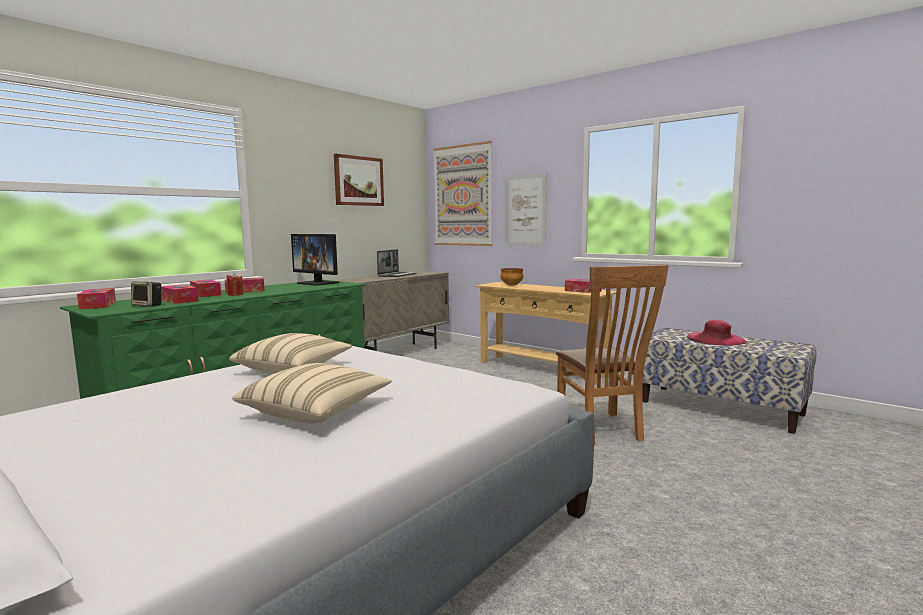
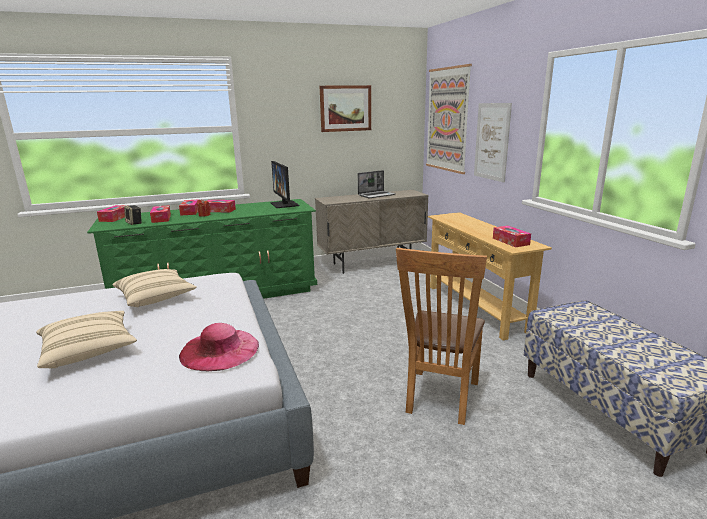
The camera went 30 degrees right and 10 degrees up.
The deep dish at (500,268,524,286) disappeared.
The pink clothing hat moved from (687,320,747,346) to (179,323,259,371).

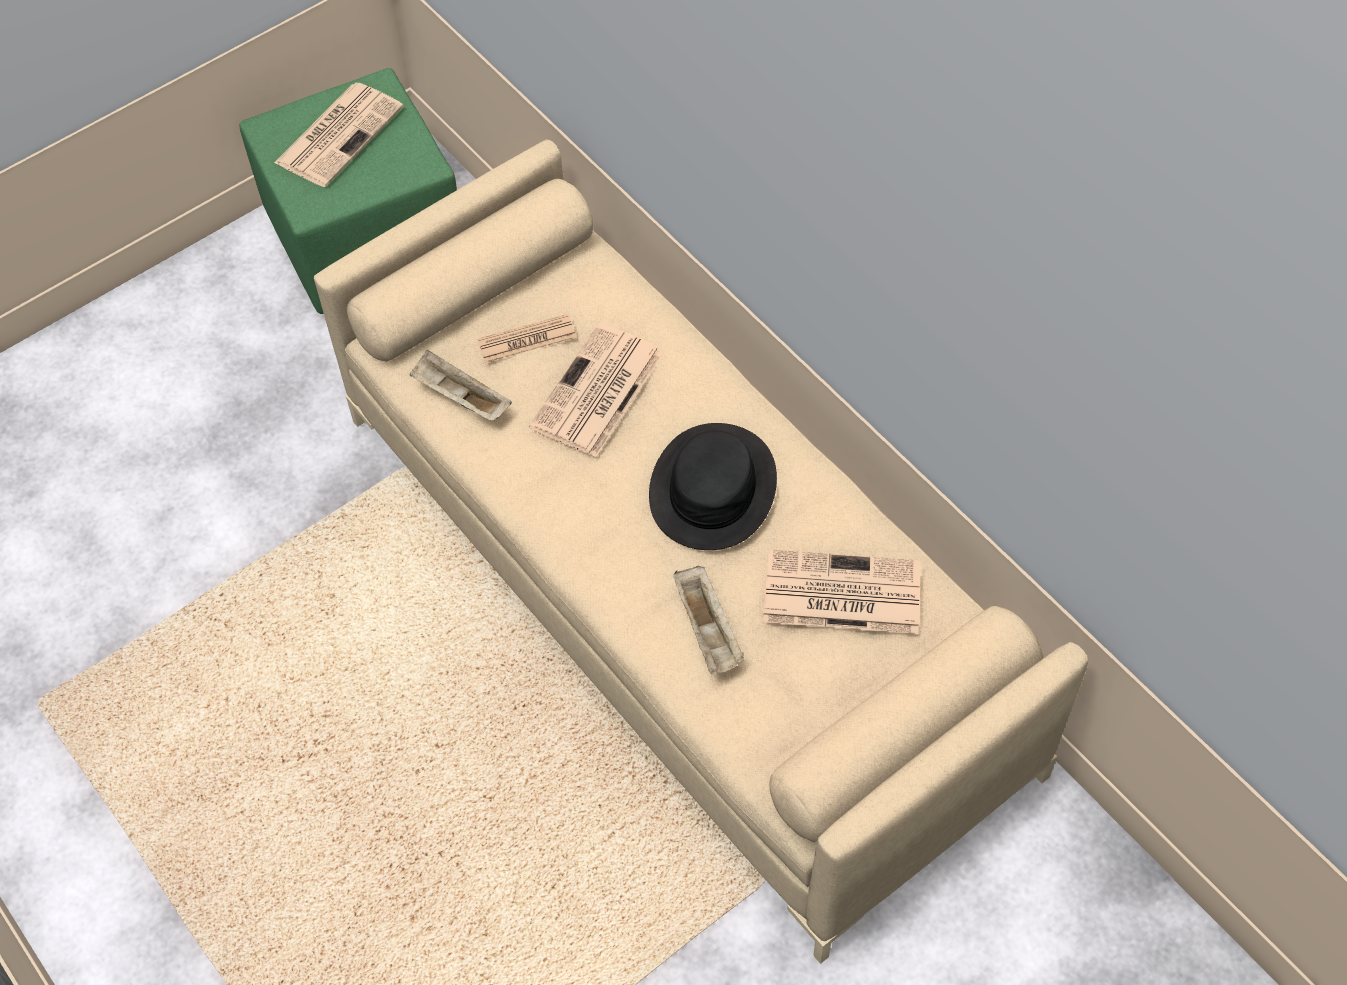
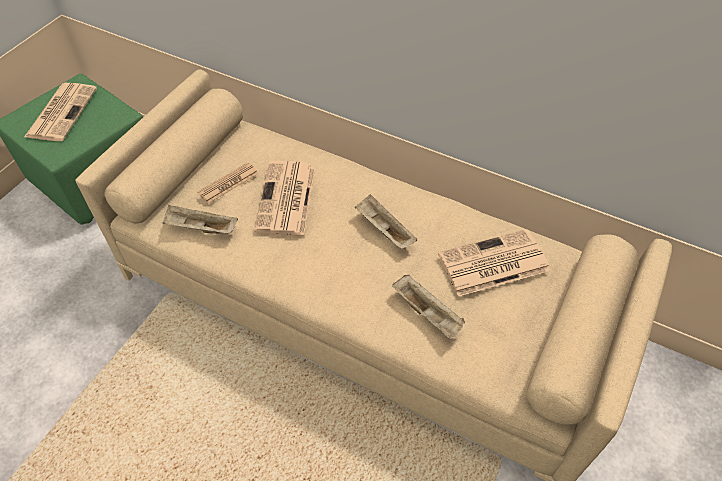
The camera went 25 degrees left and 5 degrees down.
The black clothing hat at (649,423,777,550) was replaced by the beige-coloured serving tray at (355,194,417,249).

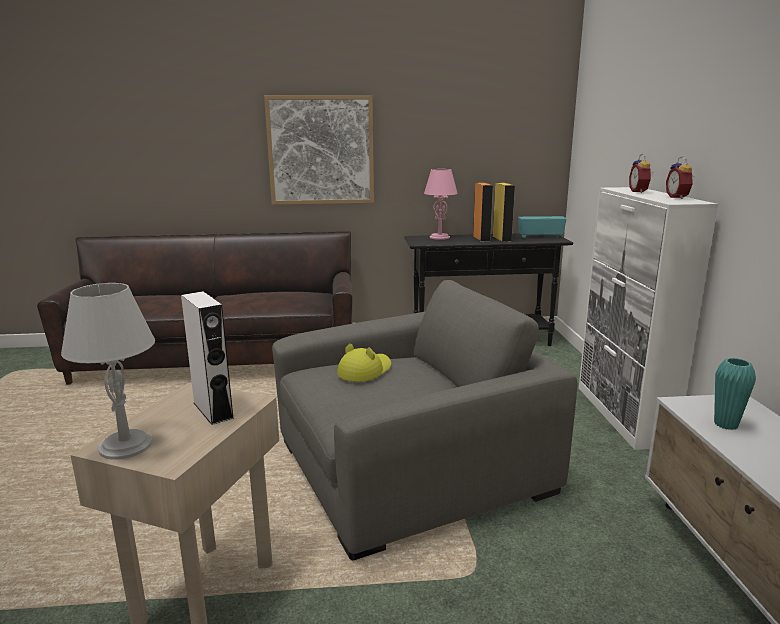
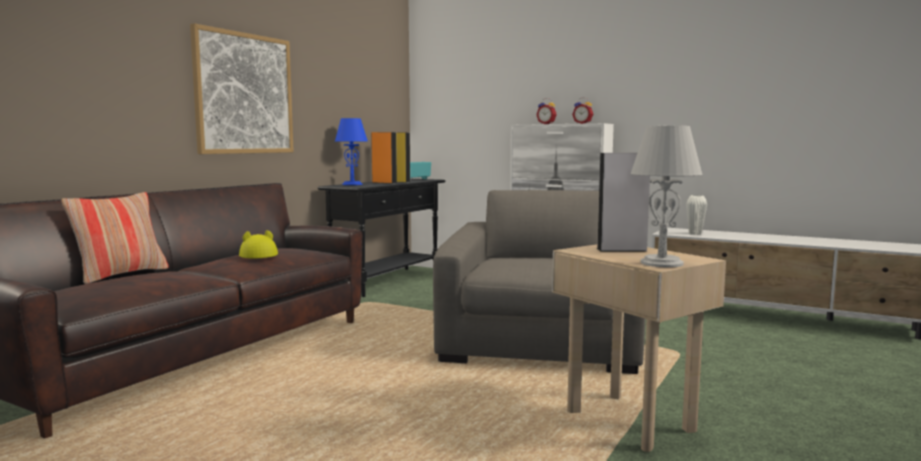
The camera went 55 degrees left and 10 degrees down.
The pink table lamp at (424,169,458,240) became the blue-coloured table lamp at (335,118,368,185).
The yellow-coloured clothing hat moved from (337,344,391,382) to (239,230,278,258).
The blue-green flower vase at (714,358,756,430) became the whitish flower vase at (686,195,707,235).
The cushion at (61,192,169,284) appeared.

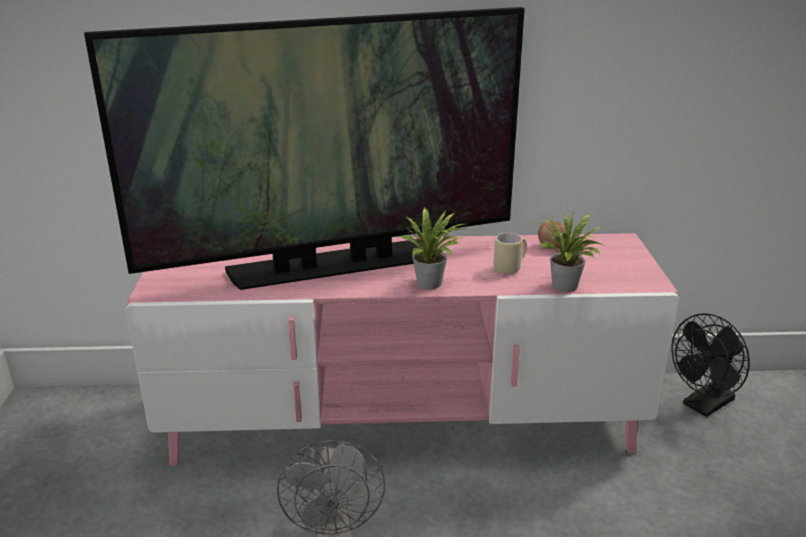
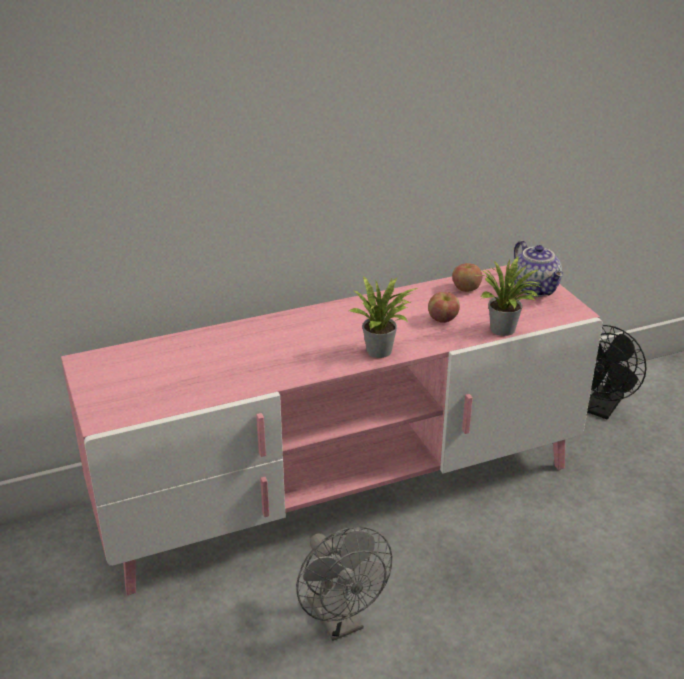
The camera went 20 degrees left and 5 degrees up.
The television at (84,7,525,290) disappeared.
The beige-coloured coffee mug at (493,233,527,274) was replaced by the apple at (428,292,460,323).
The pot for tea at (514,240,563,297) appeared.

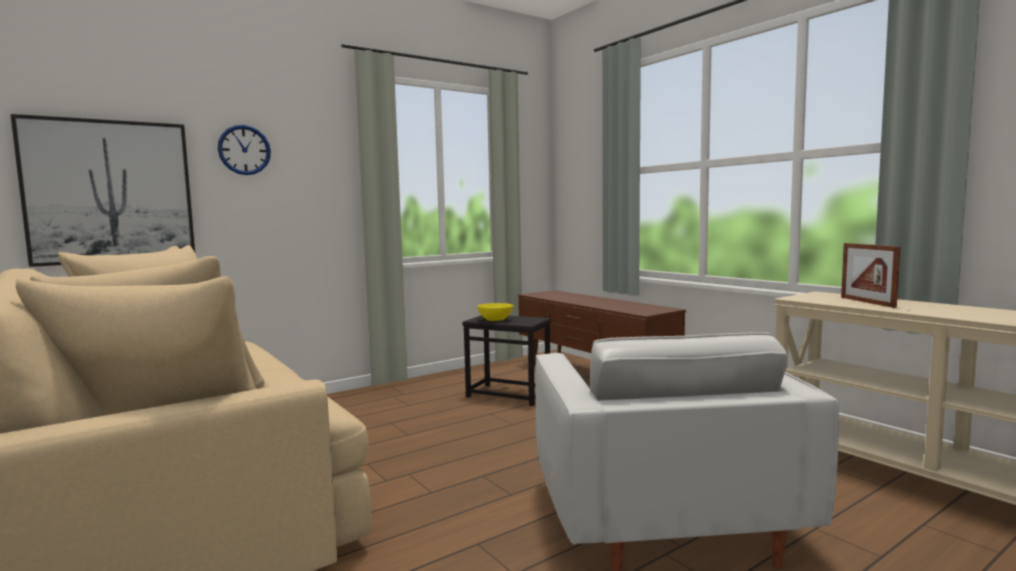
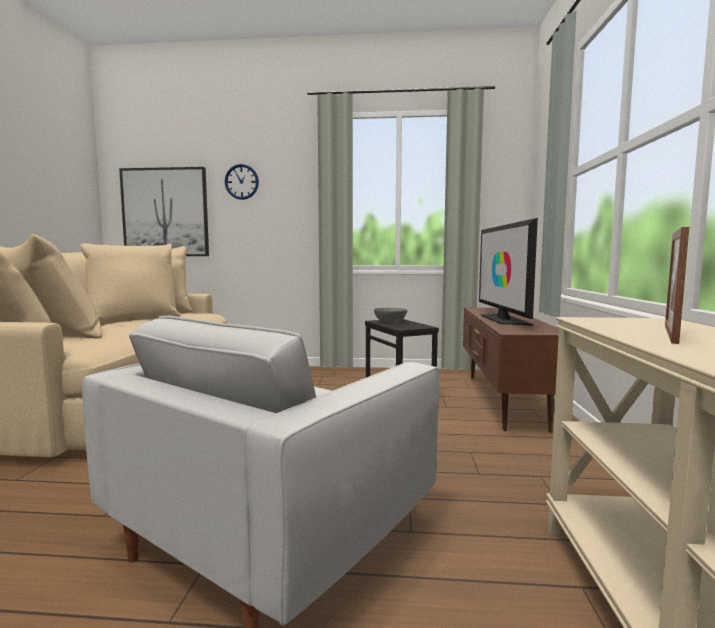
The camera went 40 degrees right and 0 degrees up.
The yellow-coloured deep dish at (477,303,514,321) became the gray deep dish at (374,308,408,323).
The television at (479,218,538,326) appeared.

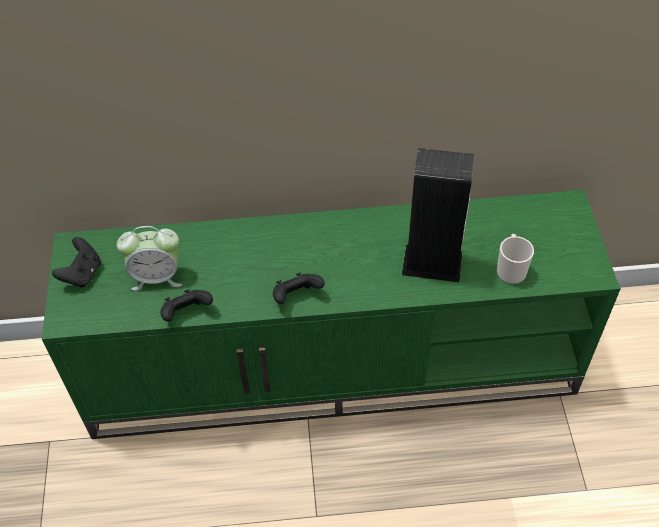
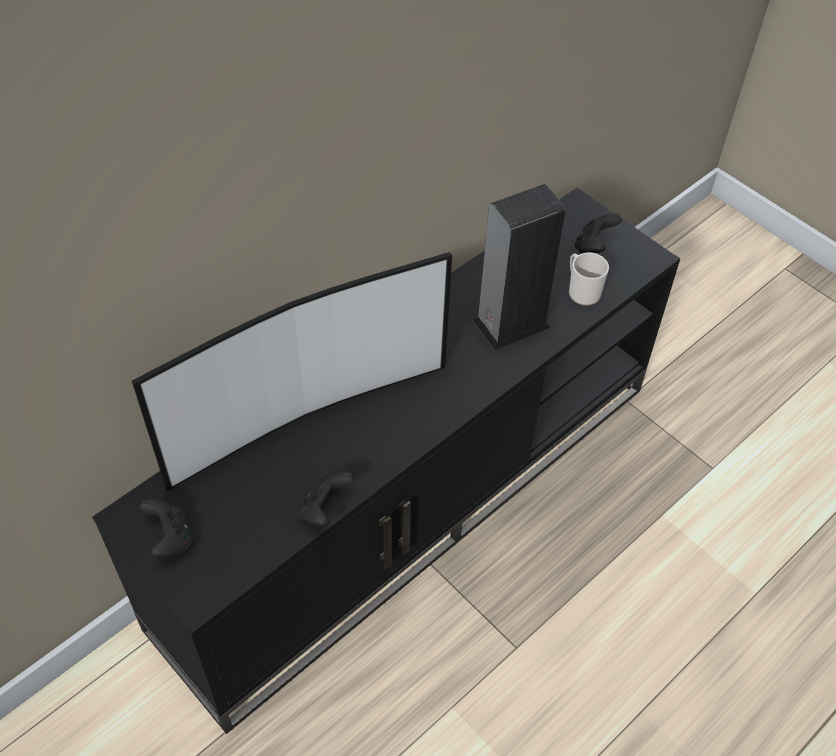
The camera went 40 degrees left and 0 degrees up.
The green-coloured media console at (42,190,621,439) became the black media console at (92,188,680,734).
The bedside clock at (117,226,182,291) disappeared.
The black gamepad moved from (273,273,325,304) to (575,213,621,254).
The television at (132,252,452,491) appeared.

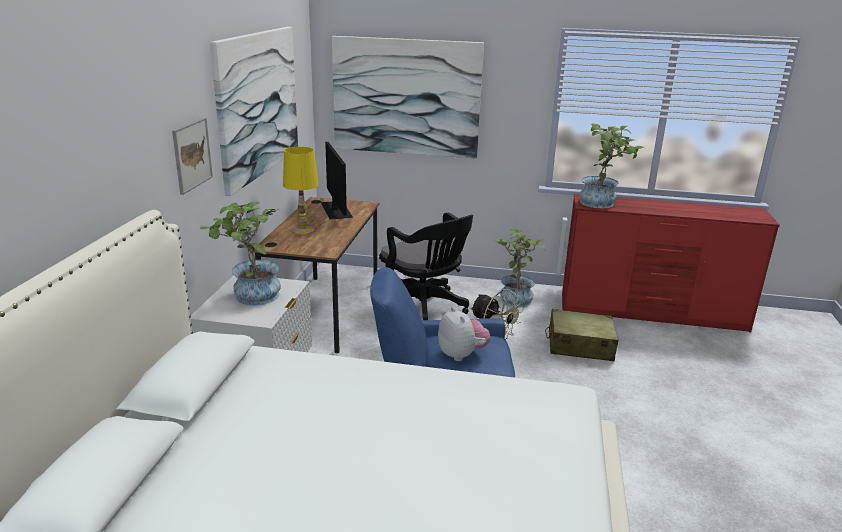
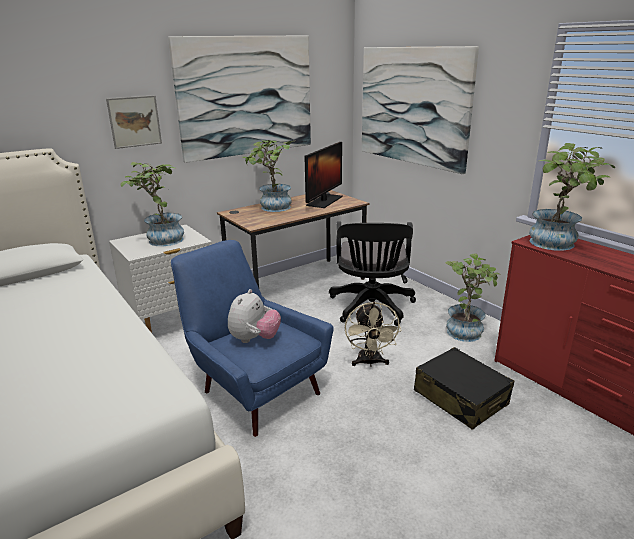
The camera went 45 degrees right and 0 degrees up.
The yellow-coloured table lamp at (283,147,319,235) was replaced by the plant in a pot at (242,140,293,212).
The beige-coloured piece of luggage at (545,309,619,361) became the black piece of luggage at (414,347,514,430).

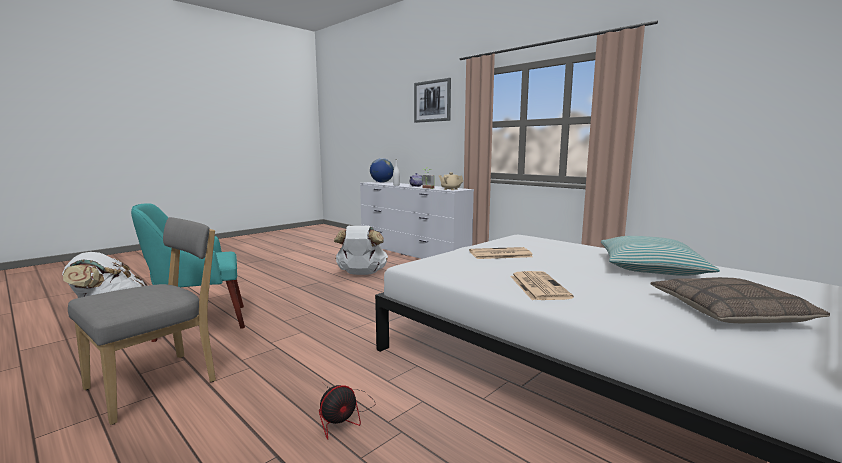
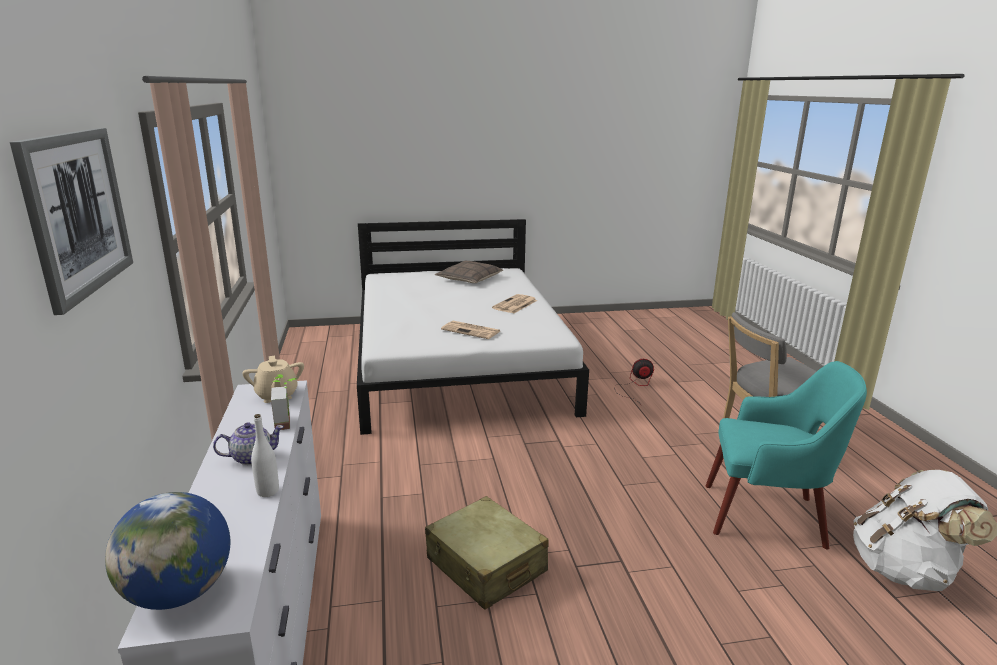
The camera went 145 degrees left and 10 degrees up.
The whitish backpack at (334,226,388,275) was replaced by the beige-coloured piece of luggage at (425,496,549,610).
The cushion at (601,236,720,276) disappeared.

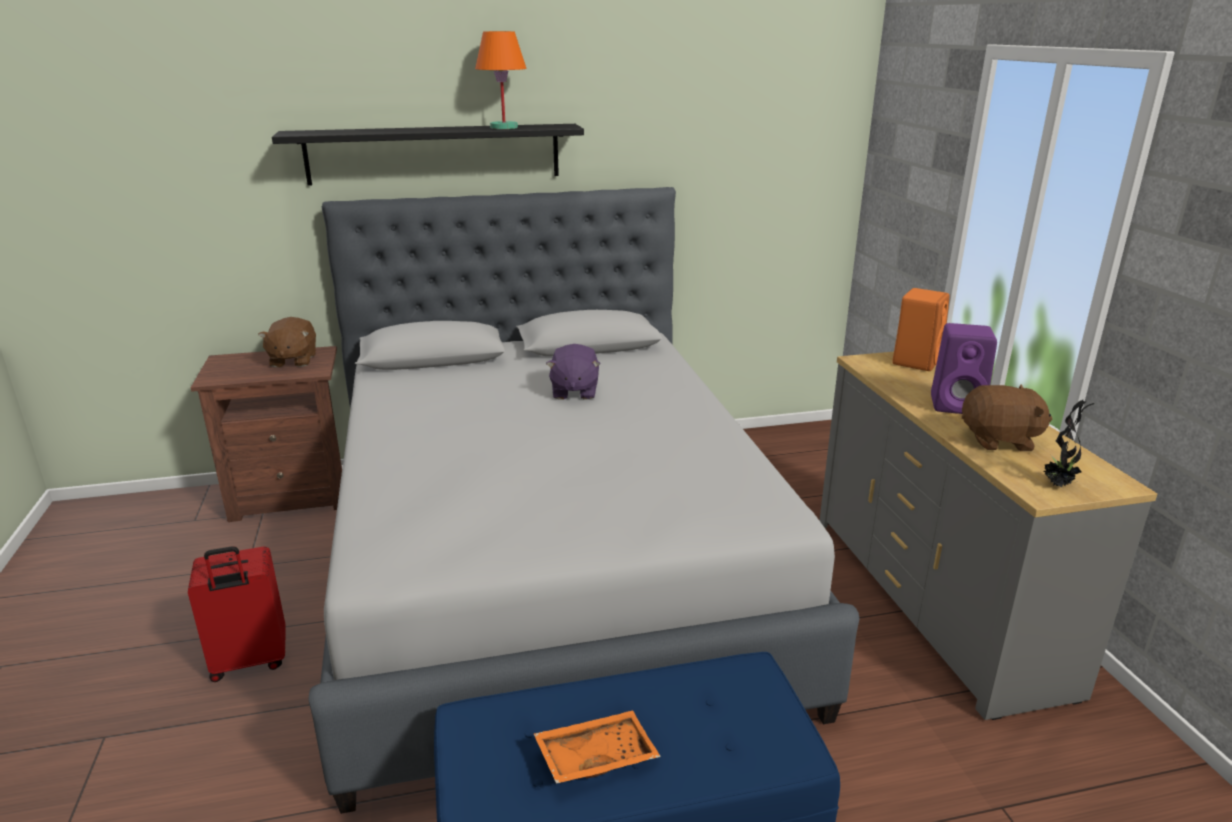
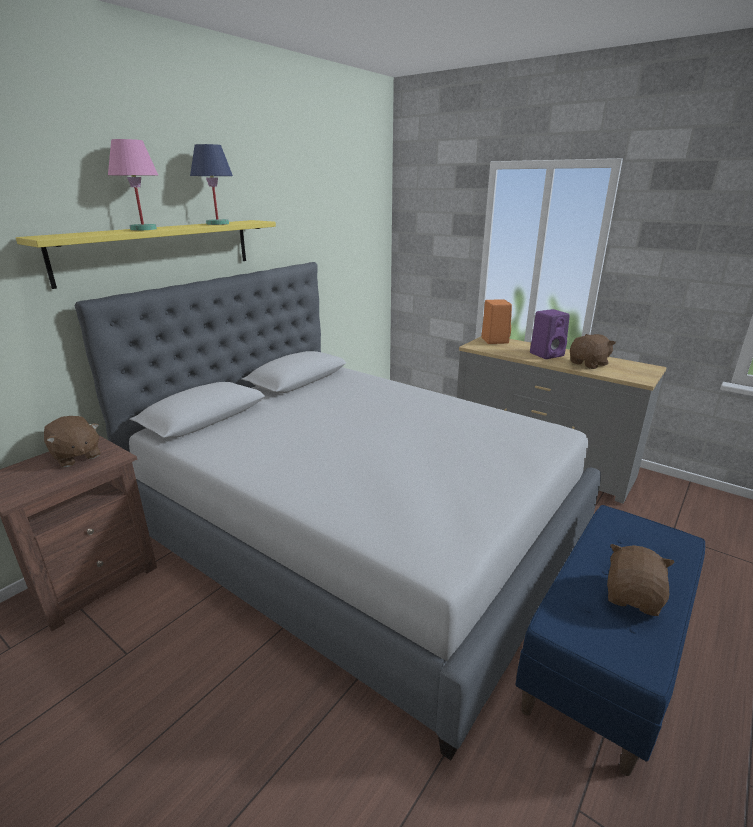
The camera went 40 degrees left and 0 degrees up.
The orange table lamp at (475,31,527,129) became the blue-coloured table lamp at (190,144,233,225).
The black shelf at (272,124,584,186) became the yellow-coloured shelf at (16,220,276,289).
The purple-coloured plush toy at (546,344,601,399) disappeared.
The plant in a pot at (1044,400,1094,487) disappeared.
The red piece of luggage at (188,546,286,682) disappeared.
The orange serving tray at (534,710,661,784) was replaced by the brown-coloured plush toy at (607,544,675,616).
The pink table lamp at (108,139,158,230) appeared.

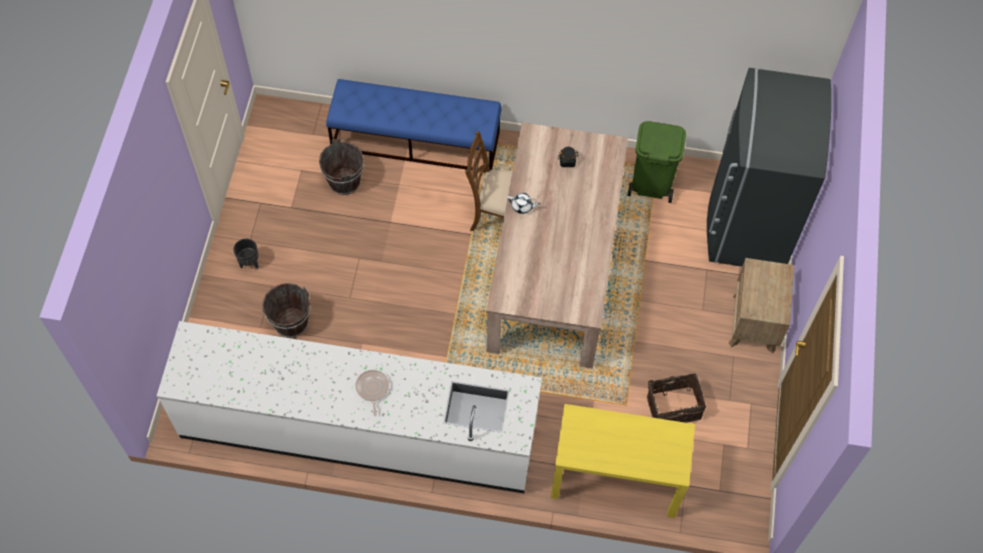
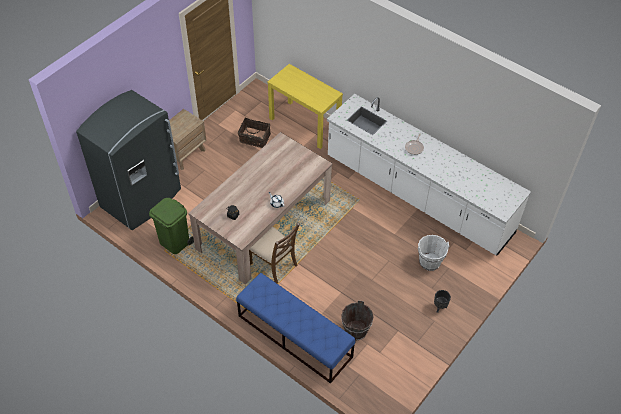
The camera went 150 degrees left and 10 degrees down.
The brown-coloured water bucket at (262,283,311,338) became the whitish water bucket at (418,235,449,271).

